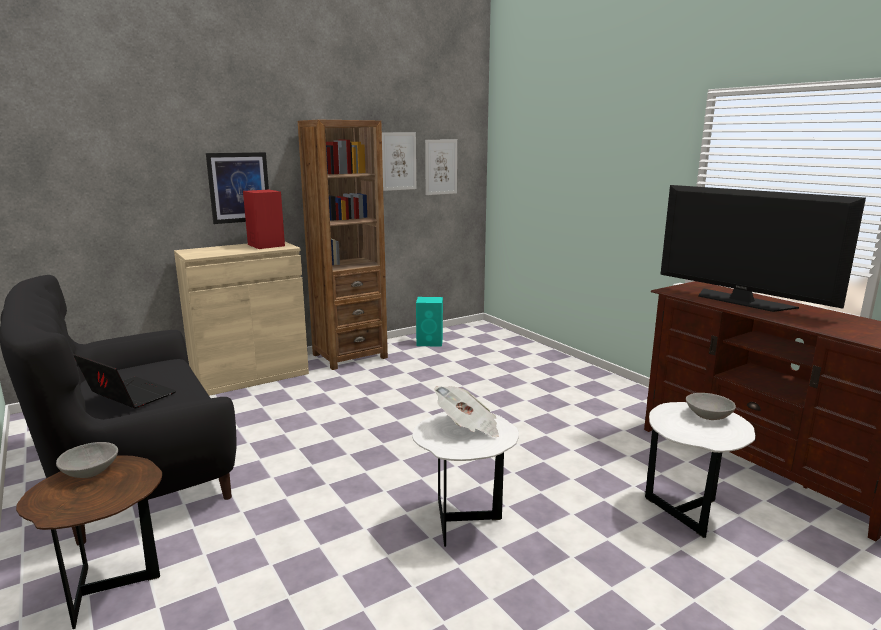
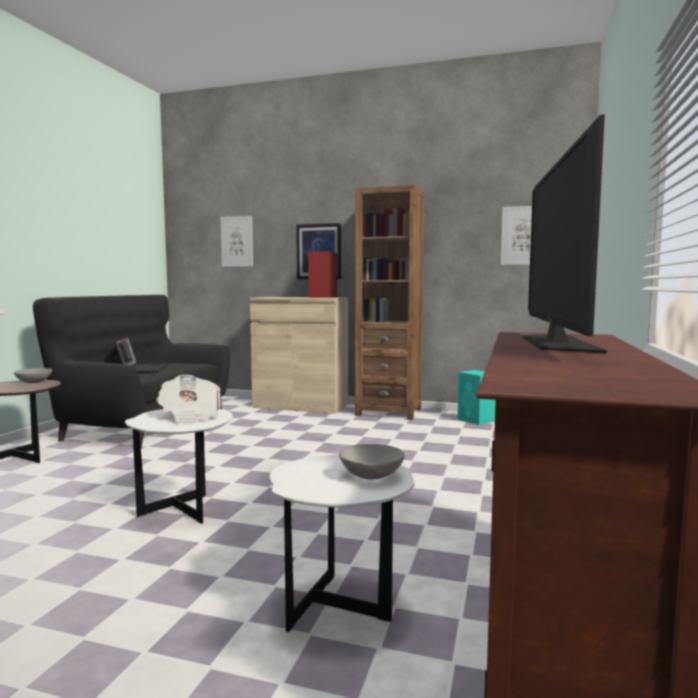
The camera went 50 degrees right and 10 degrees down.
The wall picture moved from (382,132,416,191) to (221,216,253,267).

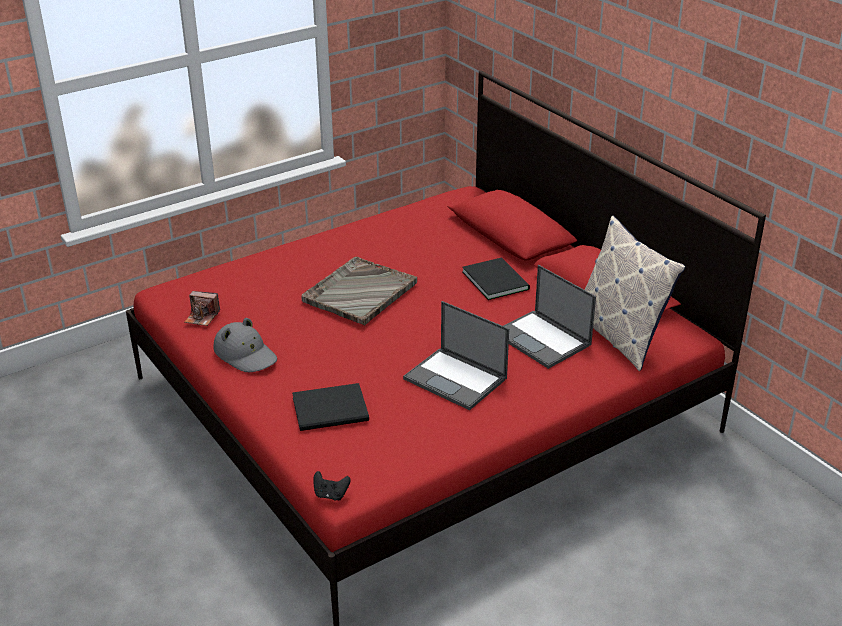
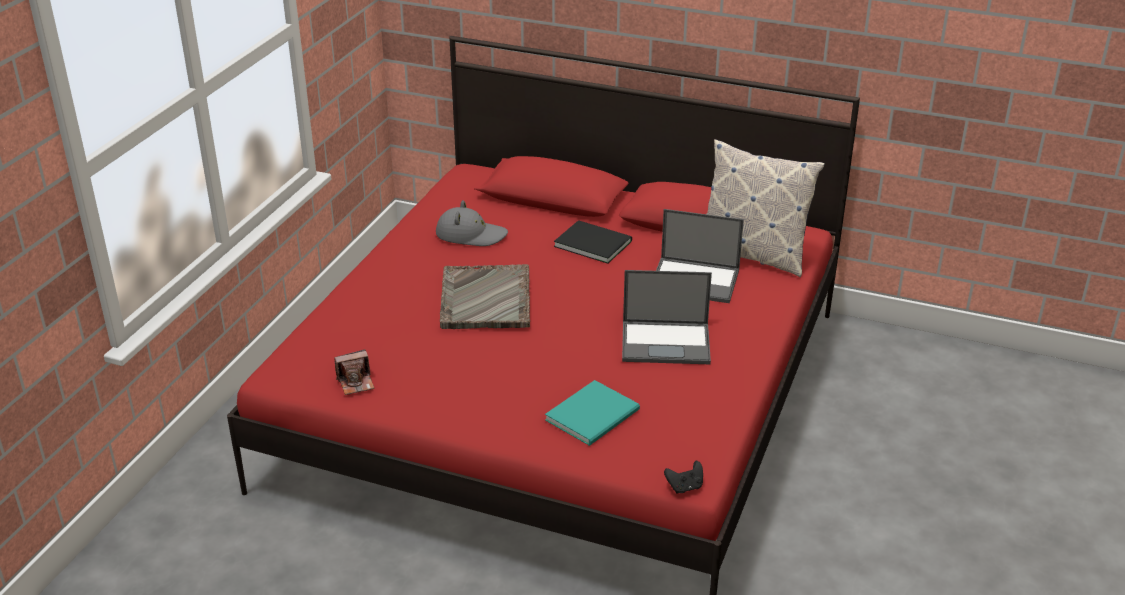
The camera went 35 degrees left and 0 degrees up.
The gray clothing hat moved from (213,318,277,372) to (436,200,508,246).
The black book at (292,383,369,431) became the blue-green book at (545,380,640,446).

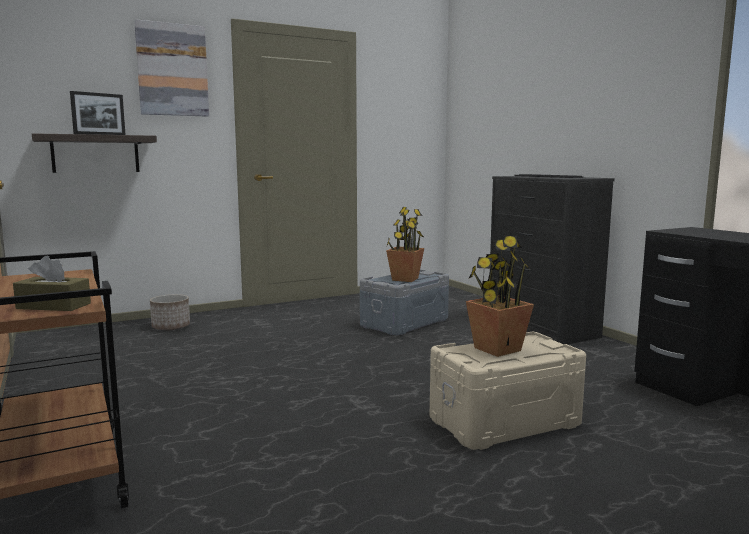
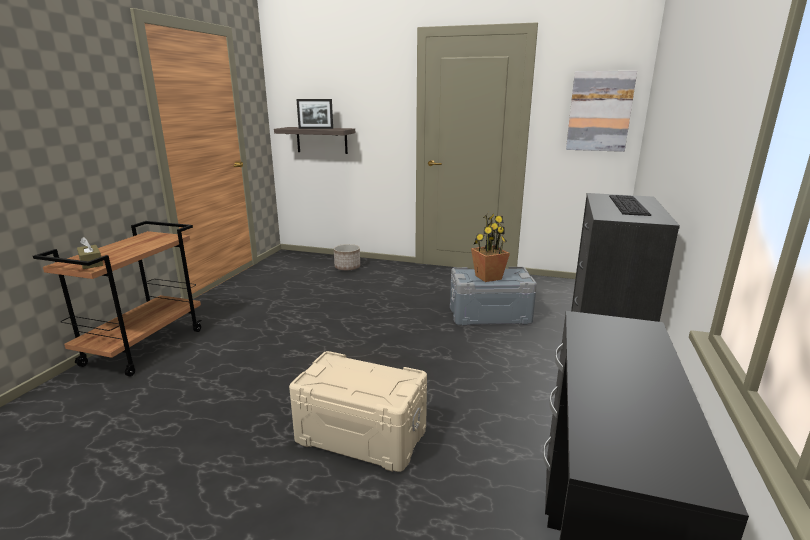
The camera went 45 degrees right and 10 degrees up.
The wall picture moved from (134,19,209,117) to (566,71,637,152).
The plant in a pot at (466,236,534,357) disappeared.

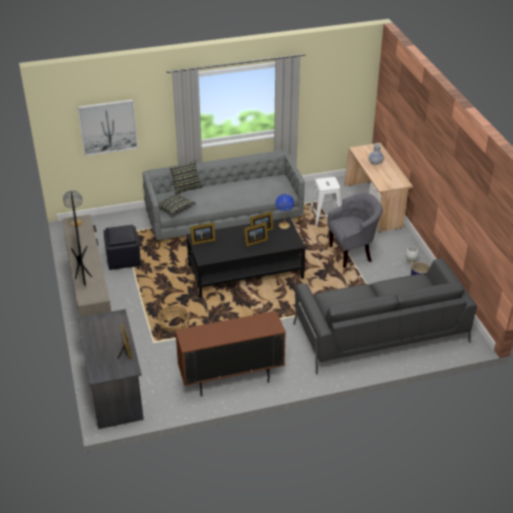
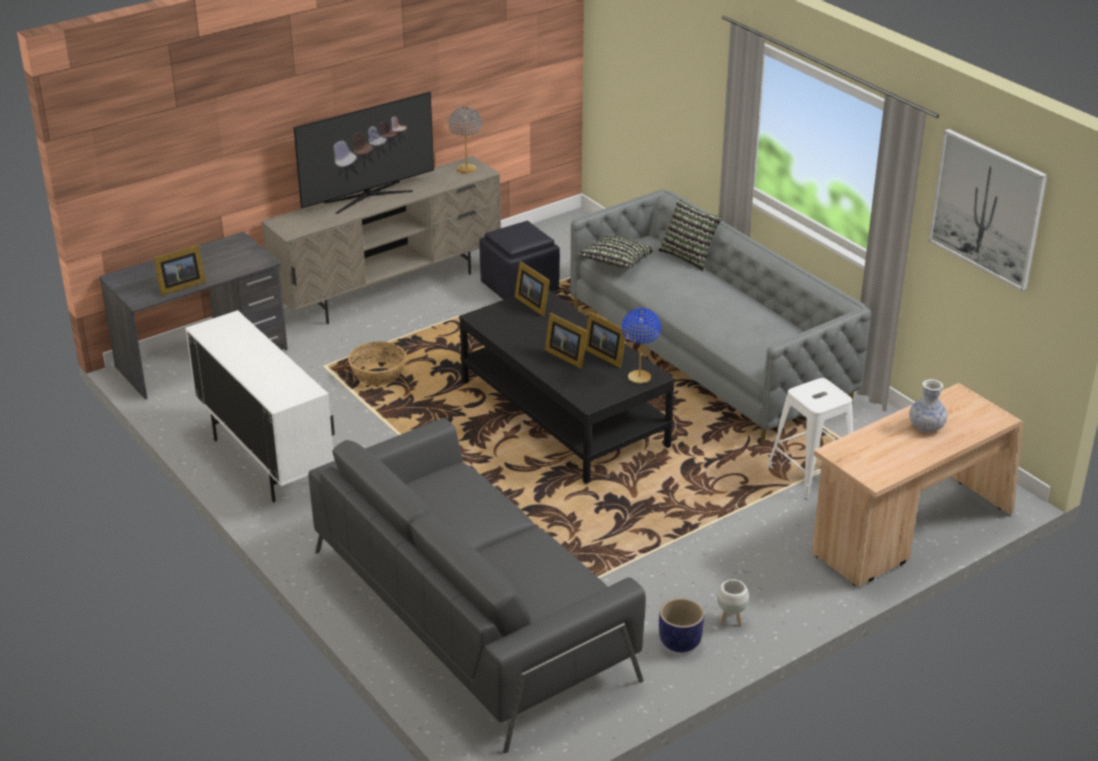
The camera went 70 degrees right and 5 degrees down.
The wall picture moved from (77,99,138,156) to (929,129,1047,291).
The gray lounge chair at (327,193,383,268) disappeared.
The brown-coloured cupboard at (175,311,286,396) became the whitish cupboard at (185,310,335,503).

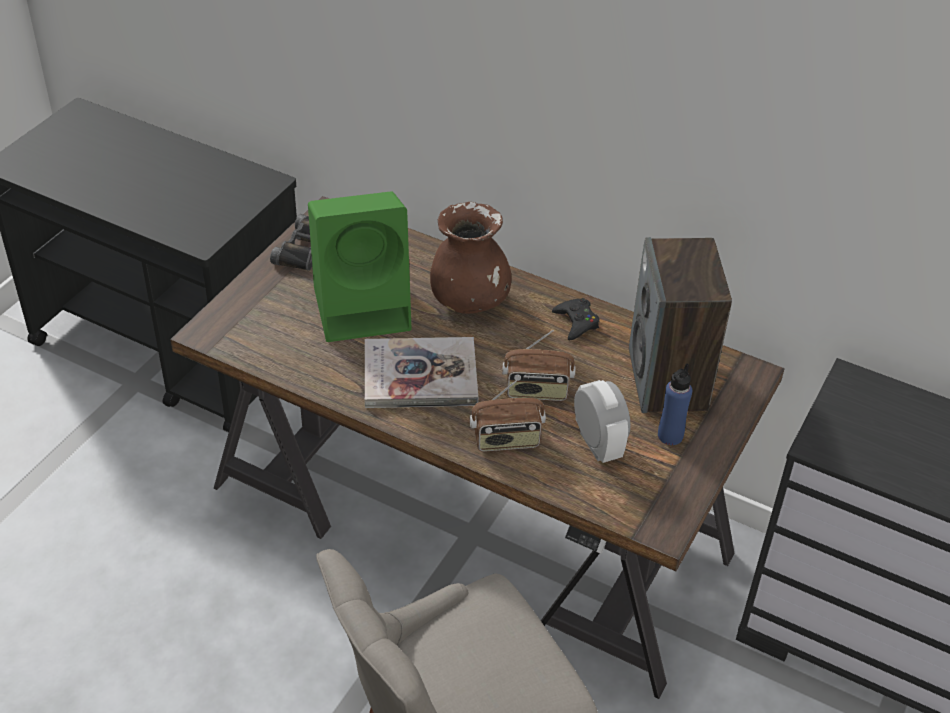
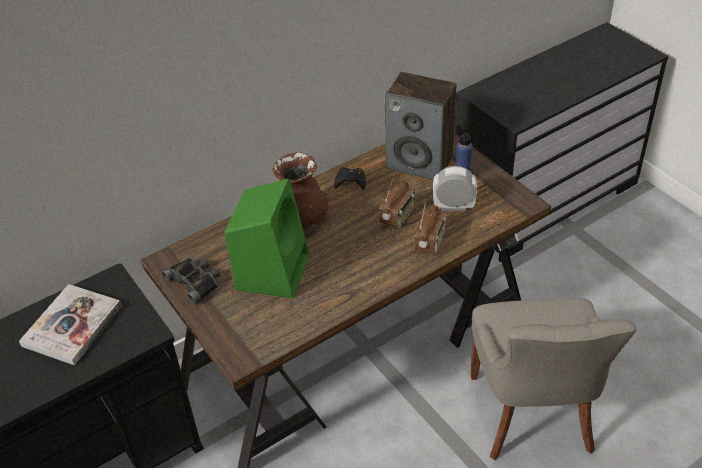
The camera went 60 degrees left and 0 degrees up.
The book moved from (365,337,478,408) to (19,284,121,365).

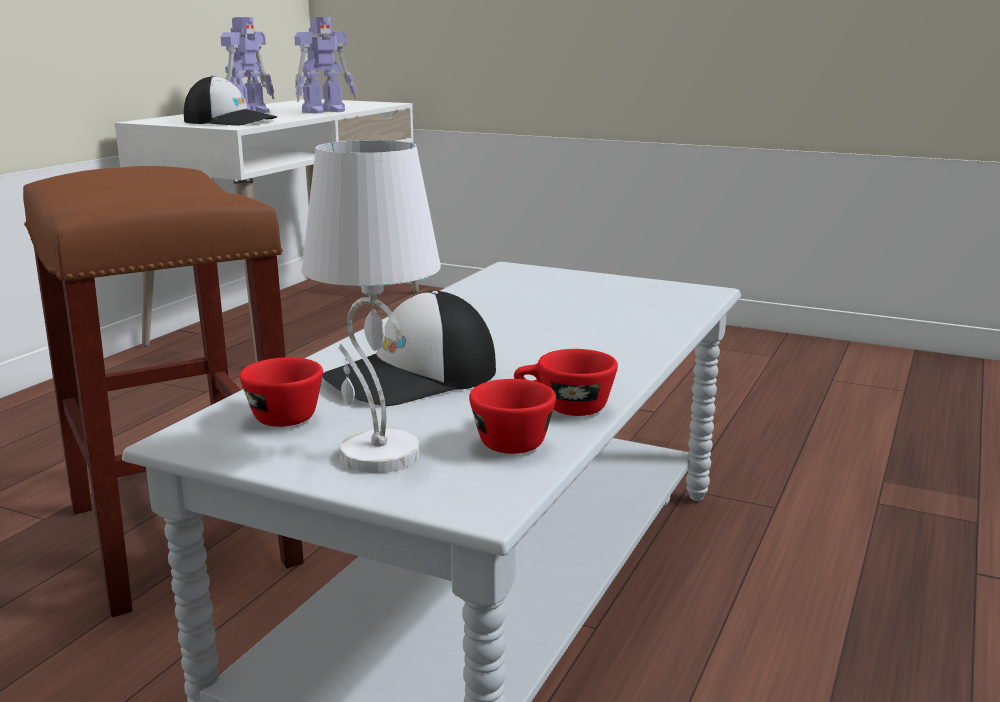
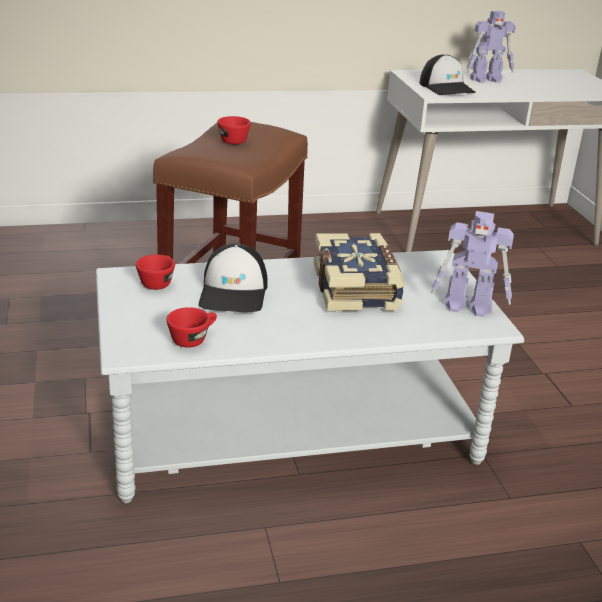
The camera went 50 degrees right and 10 degrees up.
The model robot moved from (294,17,357,114) to (431,211,514,317).
The whitish table lamp at (302,140,441,473) disappeared.
The peaked cap at (323,291,496,406) turned 105 degrees counterclockwise.
The red cup moved from (514,349,618,416) to (217,116,251,144).
The book at (314,233,405,311) appeared.

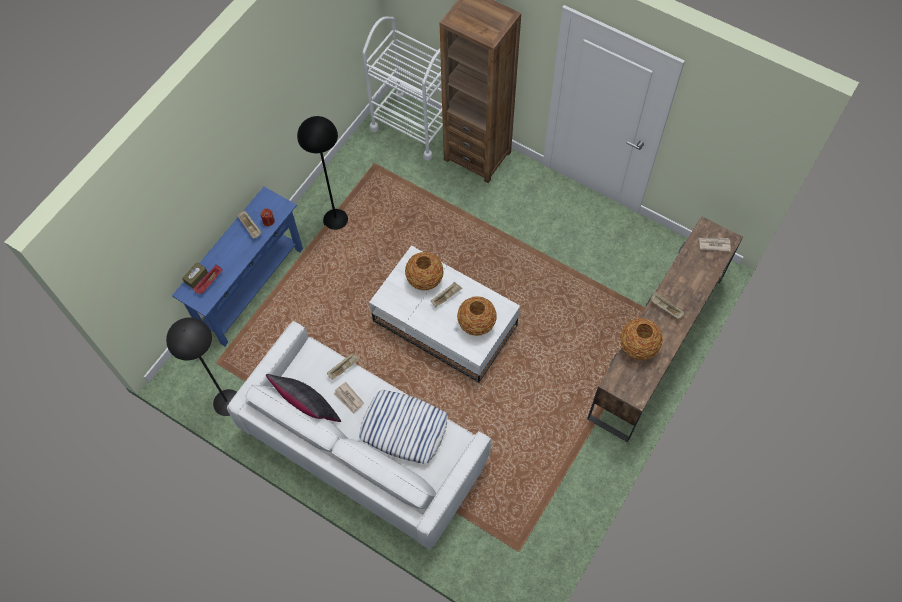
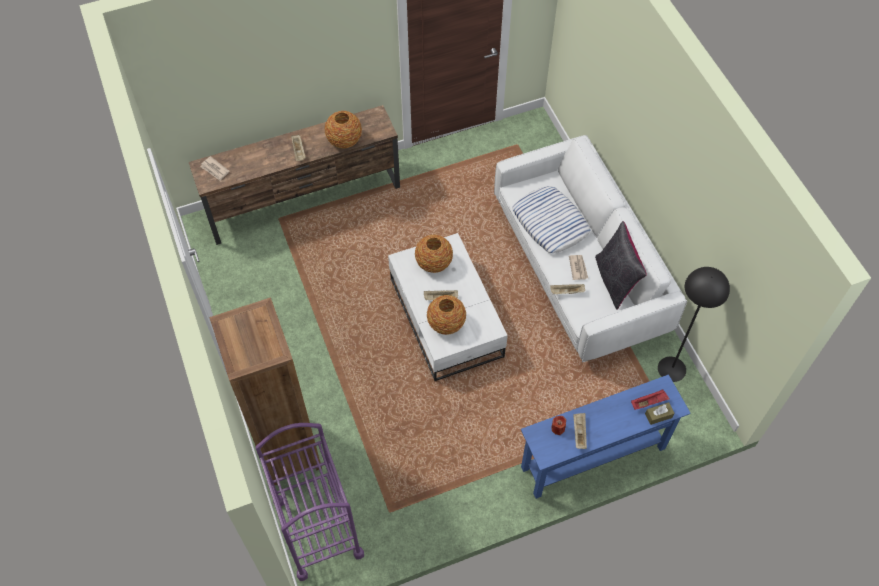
The camera went 145 degrees left and 5 degrees down.
The whitish cart at (362,17,443,161) became the purple-coloured cart at (255,423,364,581).
The black standing lamp at (297,116,348,230) disappeared.

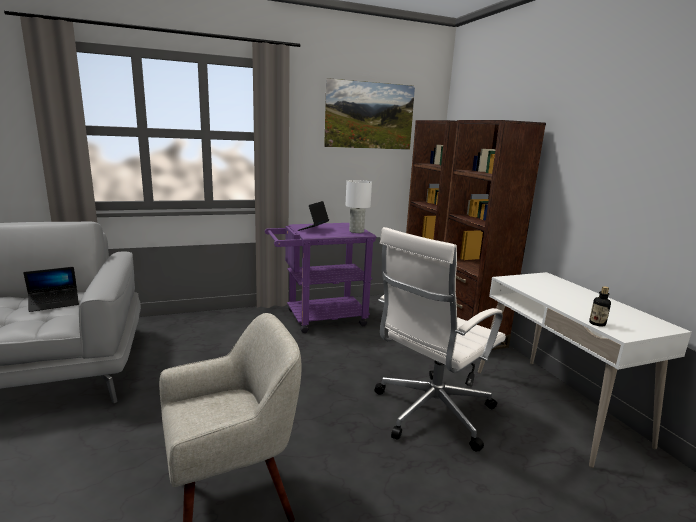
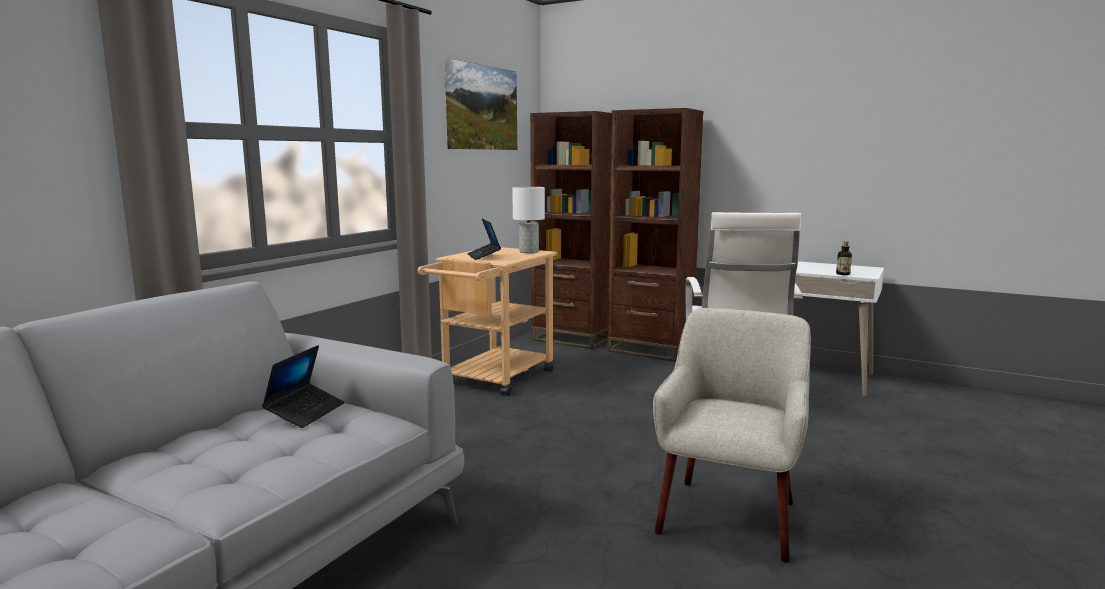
The camera went 40 degrees left and 5 degrees down.
The purple-coloured cart at (265,223,377,333) became the beige-coloured cart at (418,247,558,396).

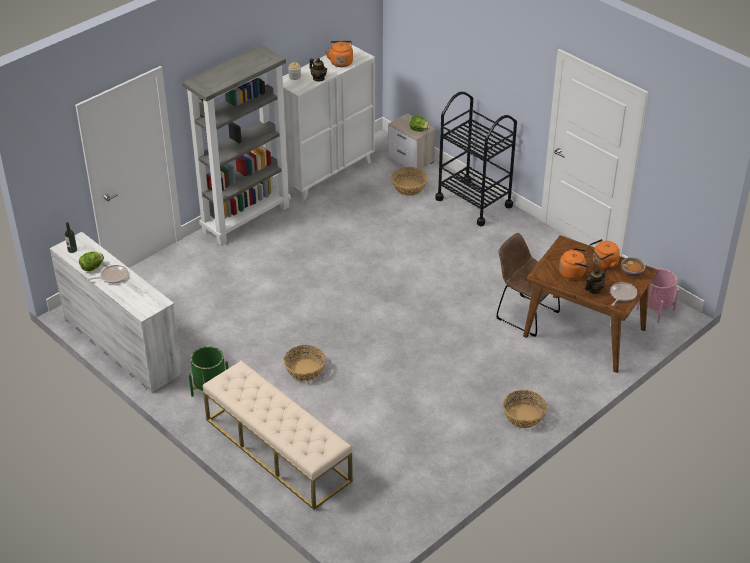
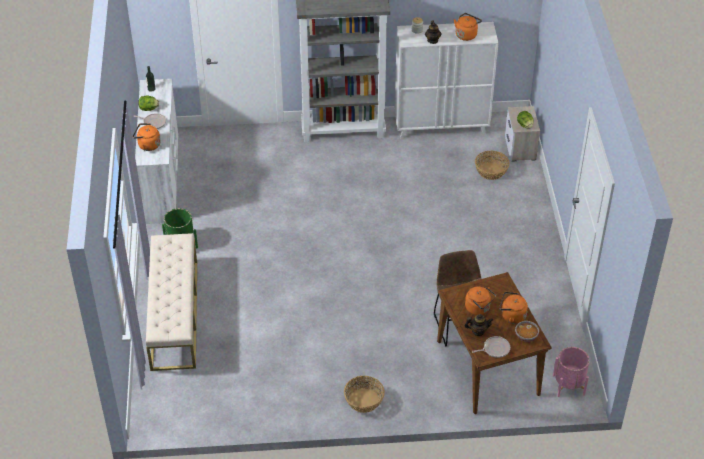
The camera went 40 degrees right and 5 degrees up.
The black cart at (435,92,517,226) disappeared.
The storage basket at (283,345,326,381) disappeared.
The orange tea kettle at (133,123,160,151) appeared.

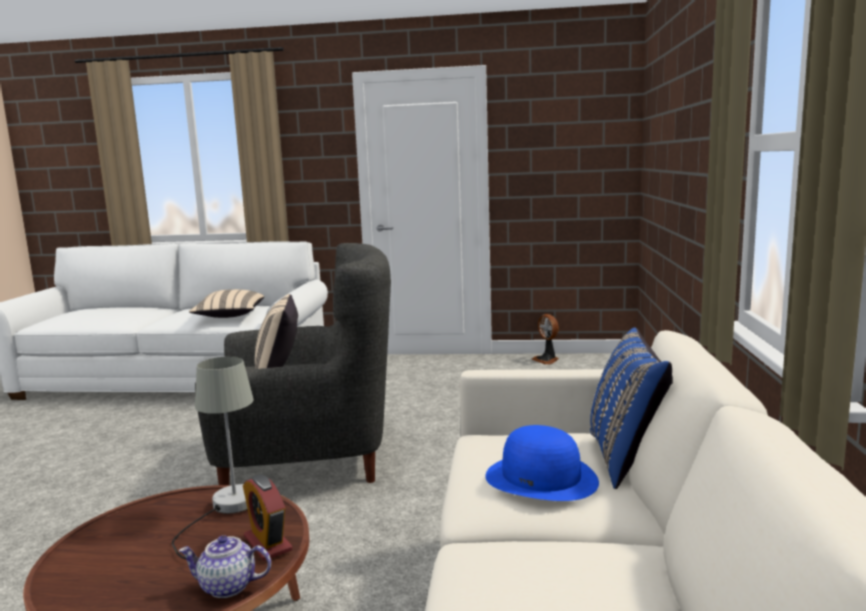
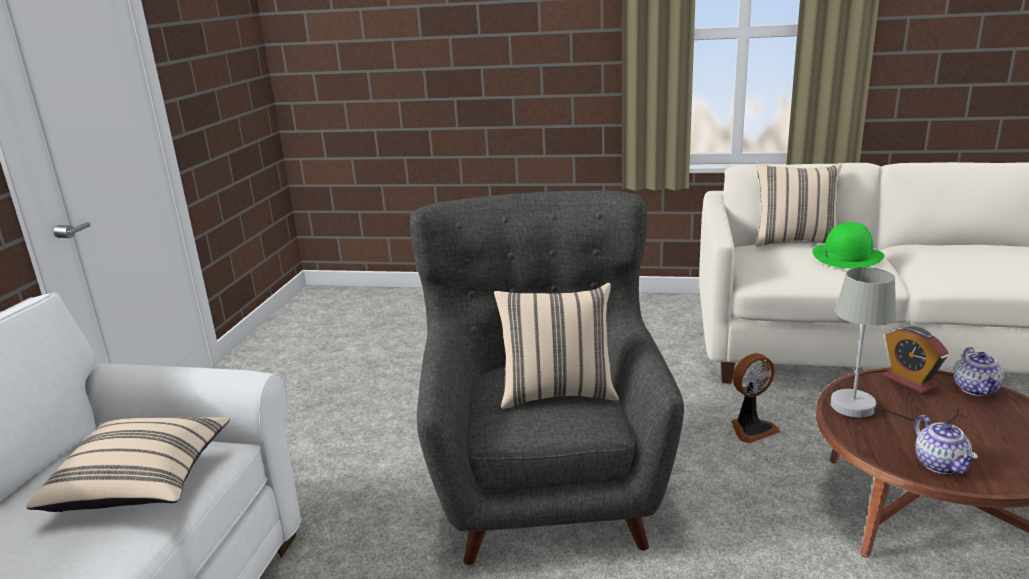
The camera went 85 degrees left and 10 degrees up.
The fan moved from (532,314,559,365) to (731,353,780,443).
The blue-coloured cushion at (590,327,673,489) became the beige-coloured cushion at (755,163,842,247).
The blue-coloured clothing hat at (485,425,599,501) became the green-coloured clothing hat at (812,222,885,269).
The bedside clock at (243,474,293,561) turned 90 degrees clockwise.
The pot for tea at (914,415,978,475) appeared.

